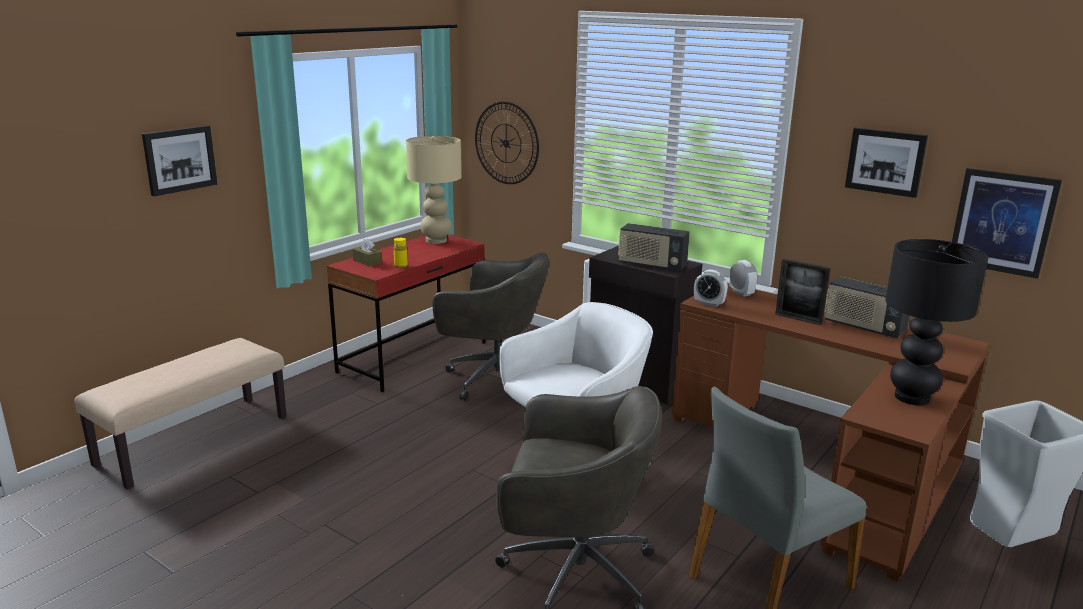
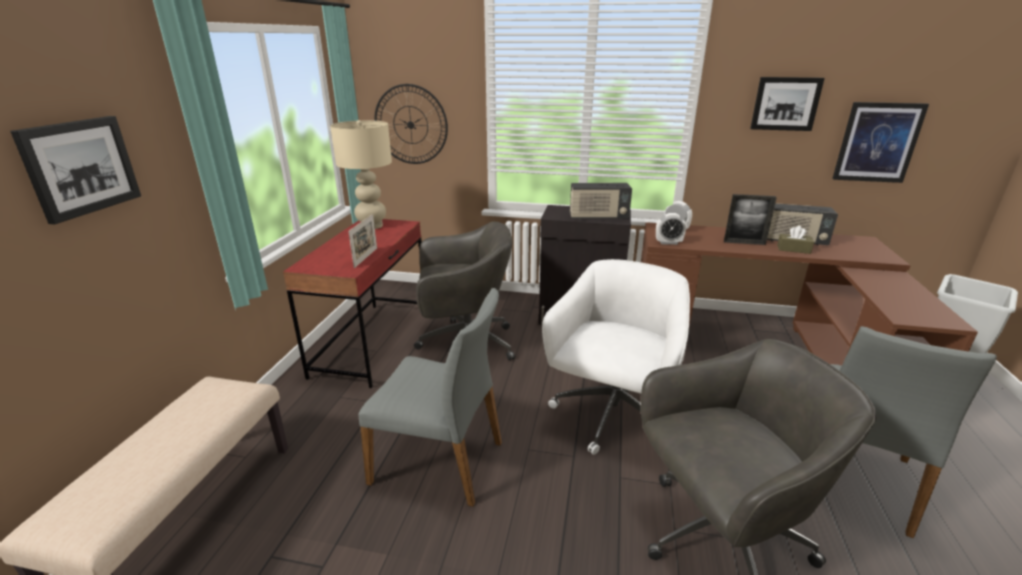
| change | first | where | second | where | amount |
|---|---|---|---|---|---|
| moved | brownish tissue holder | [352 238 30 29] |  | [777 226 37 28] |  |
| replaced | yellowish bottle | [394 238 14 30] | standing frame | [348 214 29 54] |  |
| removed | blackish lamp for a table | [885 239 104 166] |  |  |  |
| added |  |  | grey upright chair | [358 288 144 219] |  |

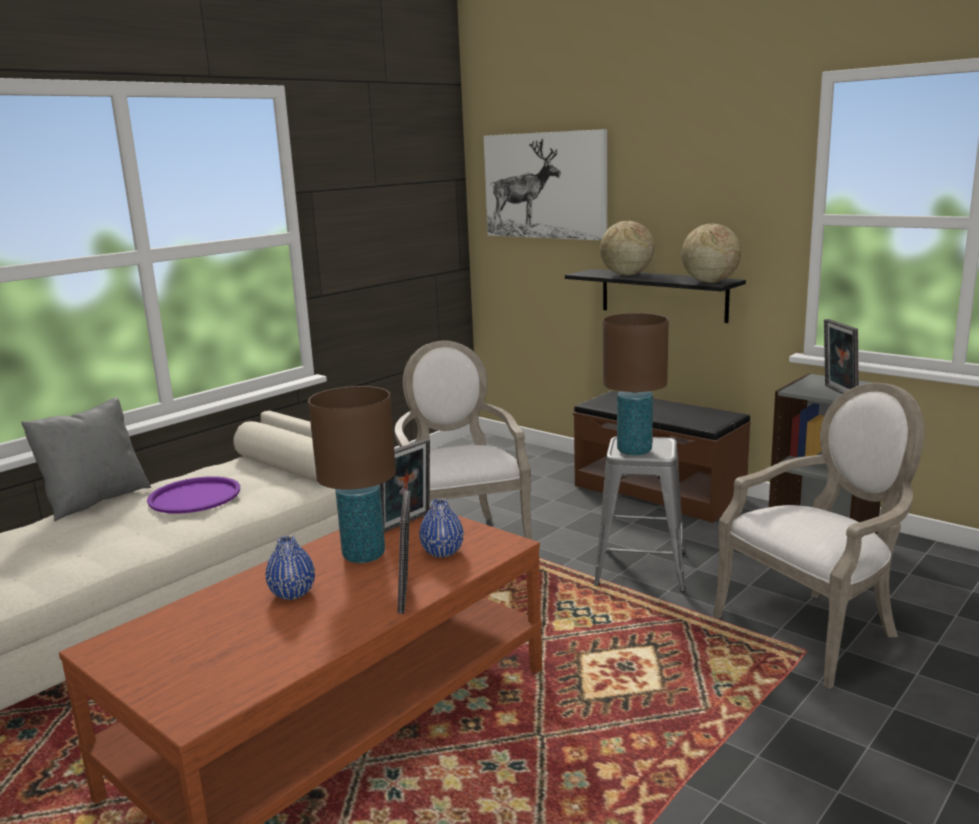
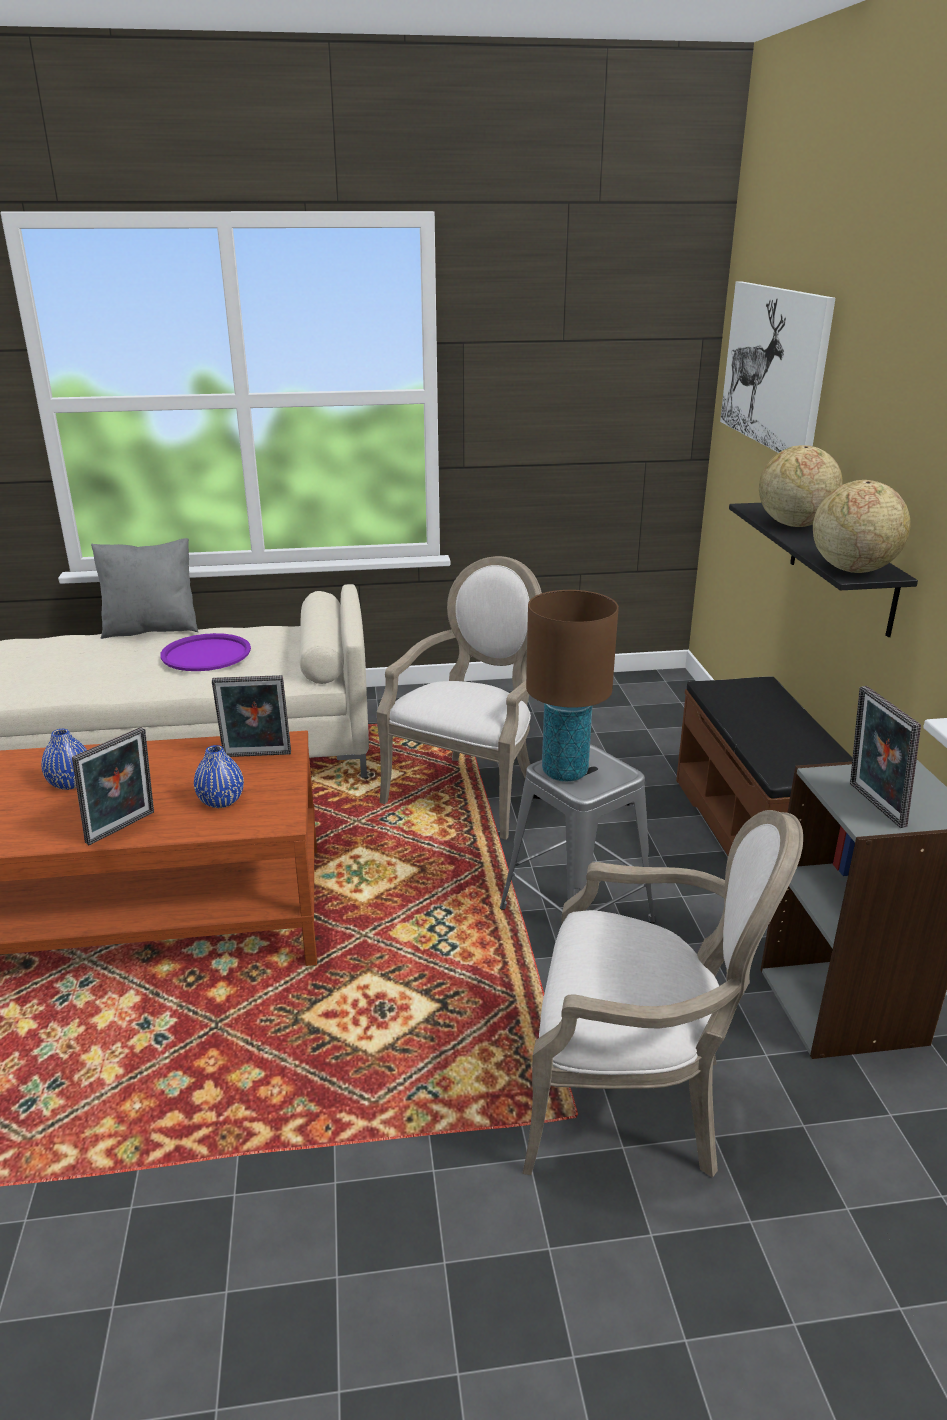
| change | first | where | second | where | amount |
|---|---|---|---|---|---|
| turned | standing frame | [824 319 35 75] |  | [850 686 71 142] | 45 degrees counterclockwise |
| removed | brownish lamp for a table | [308 386 88 177] |  |  |  |

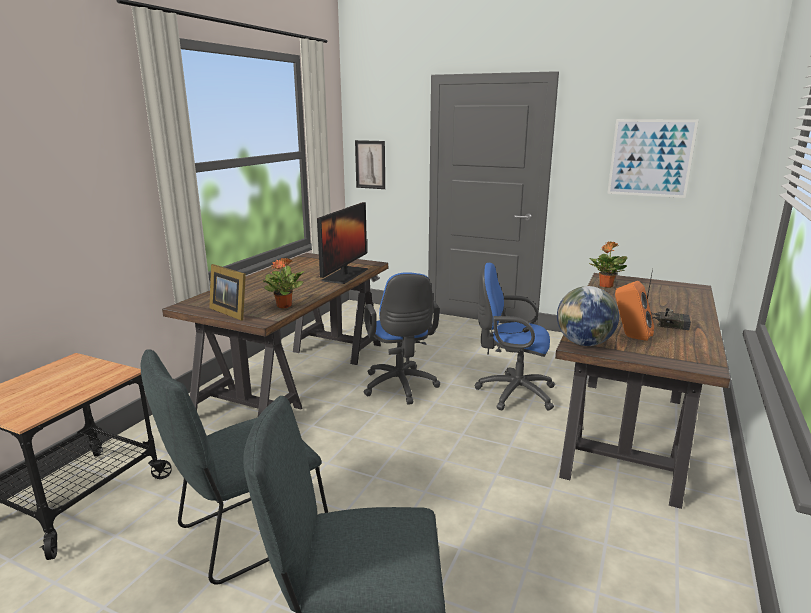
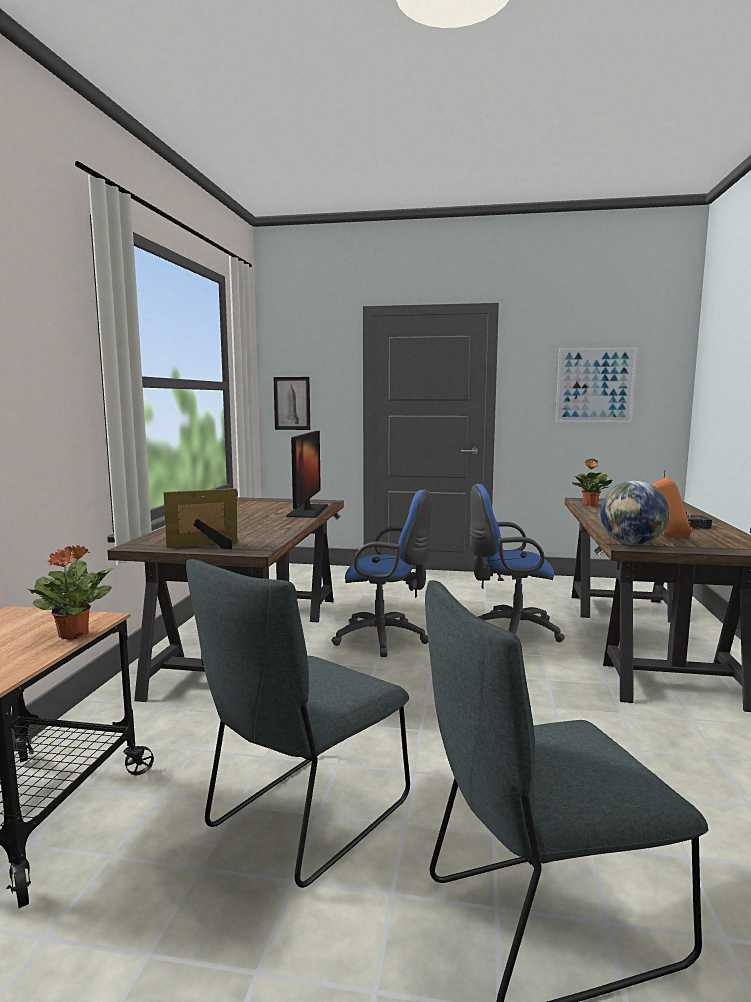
| change | first | where | second | where | amount |
|---|---|---|---|---|---|
| moved | plant in a pot | [262 258 42 50] |  | [27 545 85 95] |  |
| turned | standing frame | [209 264 37 57] |  | [164 488 73 61] | 135 degrees clockwise |
| turned | bluish desk chair | [364 272 76 133] |  | [331 490 101 167] | 45 degrees counterclockwise |

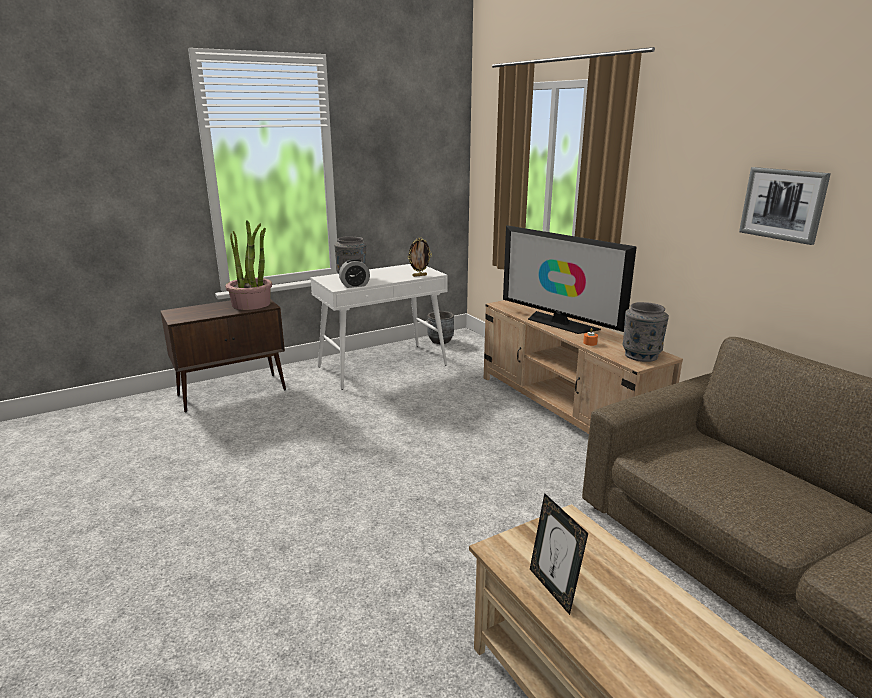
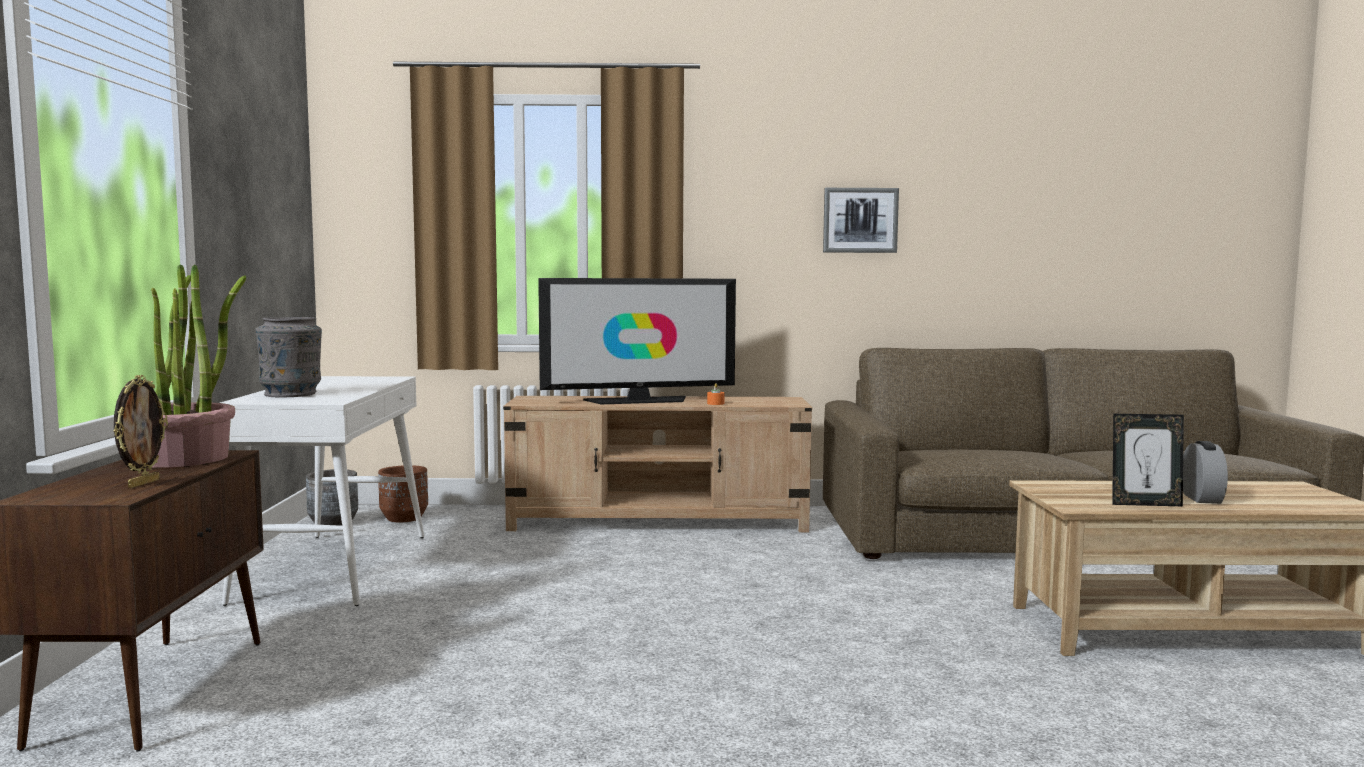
| change | first | where | second | where | amount |
|---|---|---|---|---|---|
| moved | standing frame | [408 237 24 40] |  | [114 375 54 113] |  |
| moved | table clock | [339 259 31 29] |  | [1183 441 45 63] |  |
| removed | grey decorative vase | [623 302 46 60] |  |  |  |
| added |  |  | brownish planter | [378 465 50 57] |  |

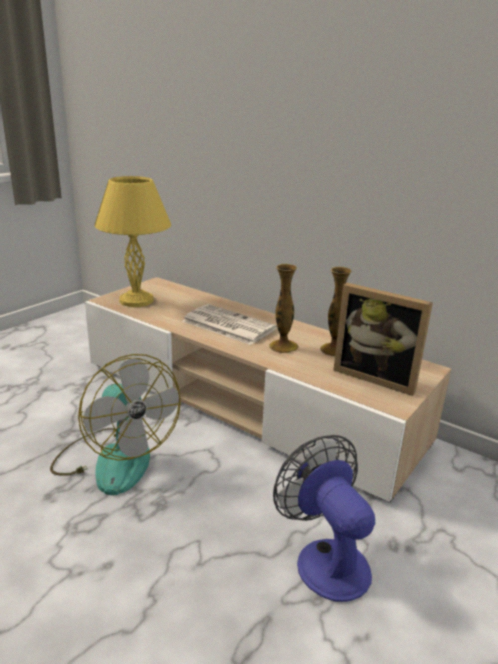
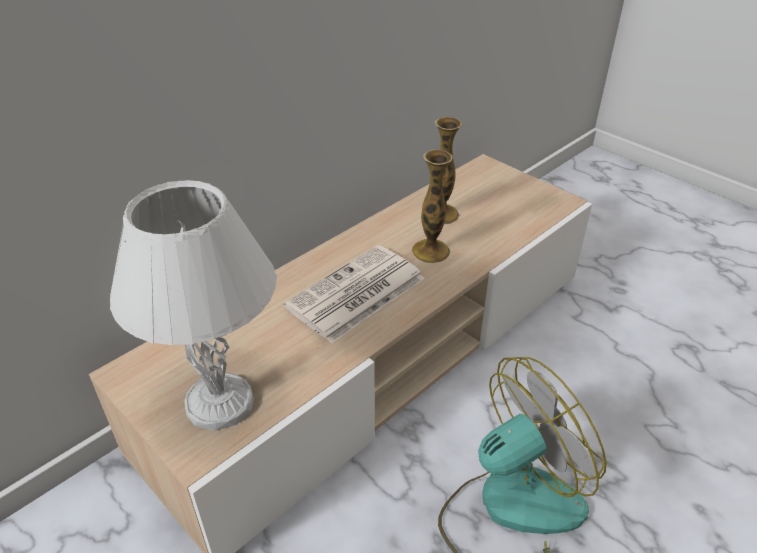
| change | first | where | second | where | amount |
|---|---|---|---|---|---|
| recoloured | yellowish lamp for a table | [94 176 77 131] | white-coloured lamp for a table | [110 180 167 251] |  |
| removed | standing frame | [334 283 99 113] |  |  |  |
| removed | electric fan | [273 435 102 167] |  |  |  |

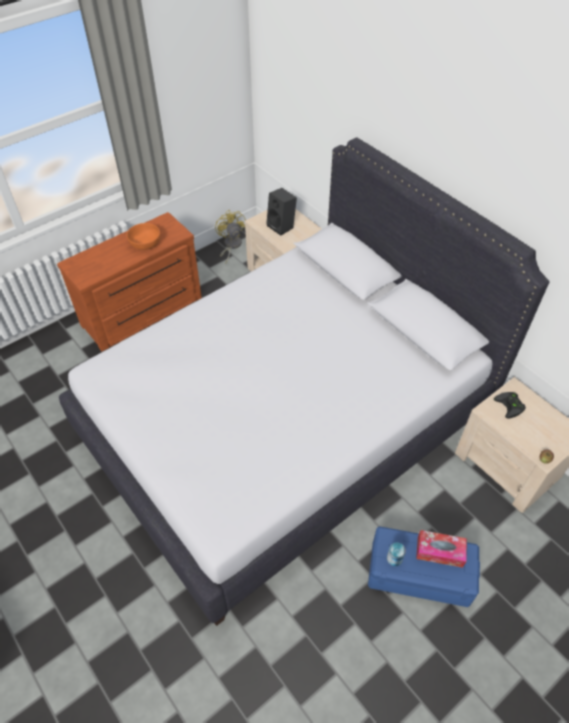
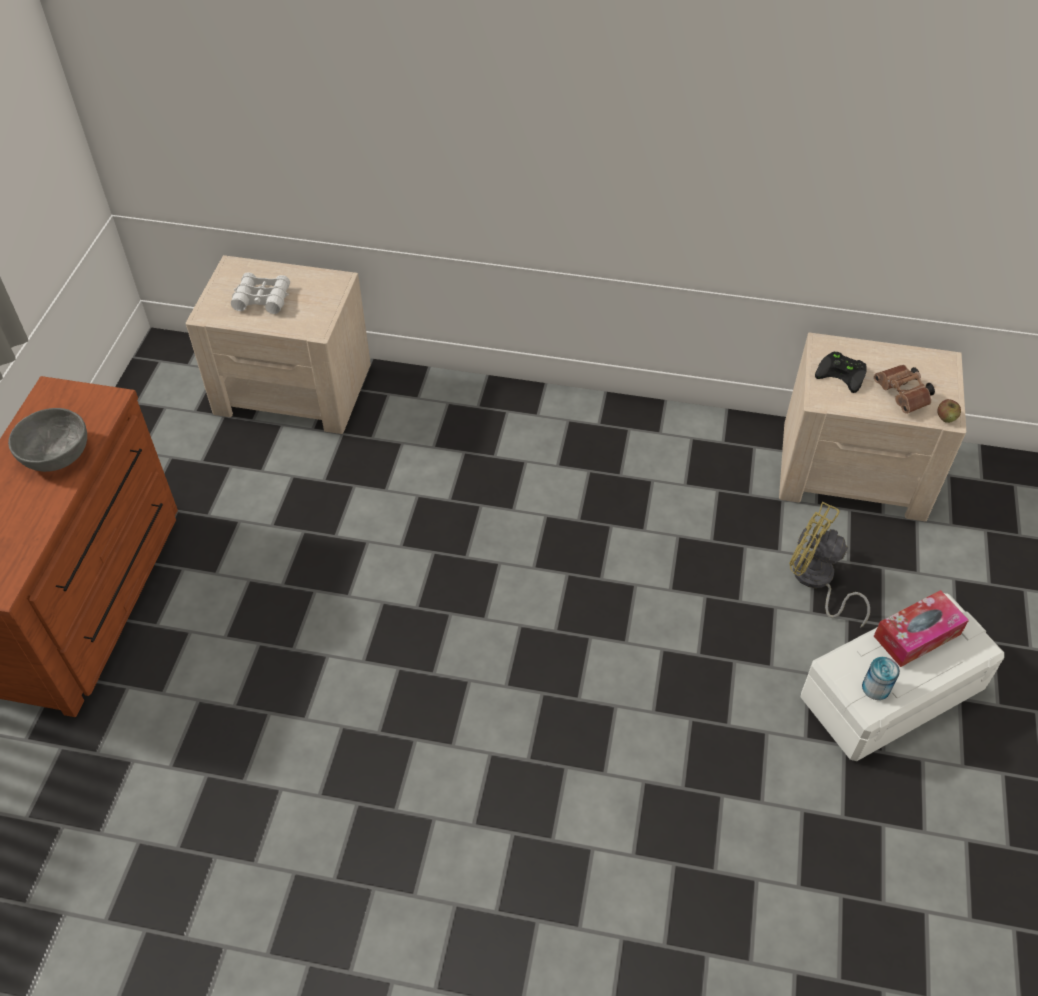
| change | first | where | second | where | amount |
|---|---|---|---|---|---|
| removed | white-coloured bed | [59 137 490 489] |  |  |  |
| replaced | blackish audio speaker | [266 188 31 47] | white-coloured field glasses | [231 272 59 42] |  |
| moved | yellowish electric fan | [215 210 31 54] |  | [789 502 81 126] |  |
| recoloured | orange deep dish | [126 223 34 27] | grey deep dish | [8 408 79 64] |  |
| recoloured | bluish storage box | [368 526 112 81] | white-coloured storage box | [801 593 203 168] |  |
| added |  |  | brownish field glasses | [874 365 61 49] |  |

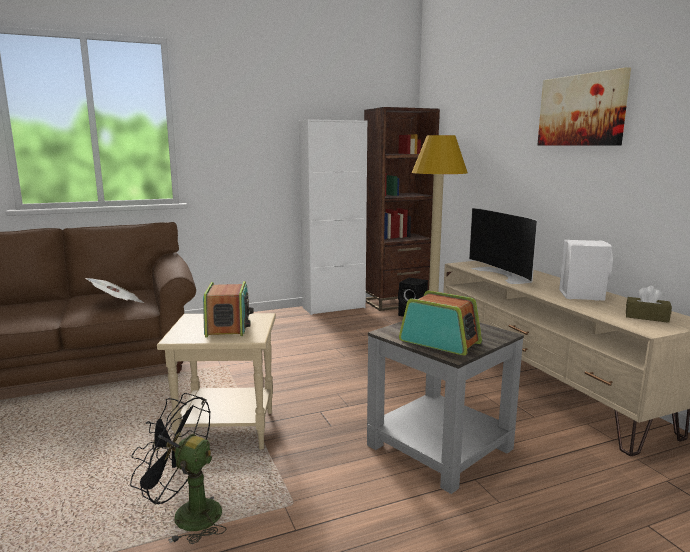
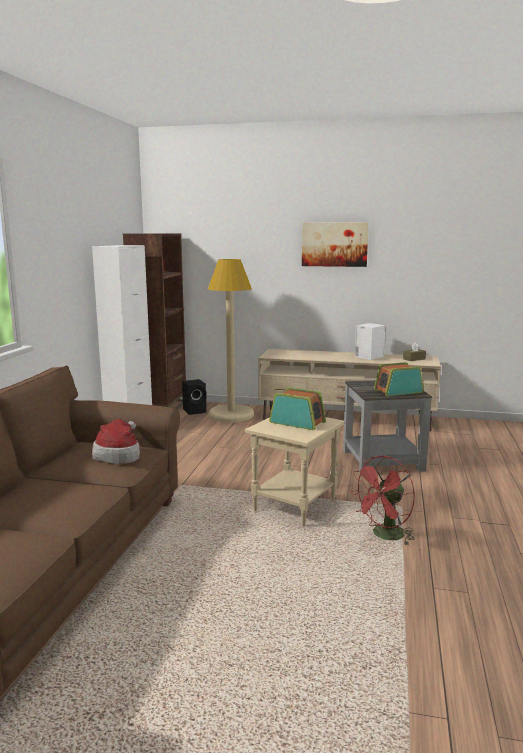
| change | first | where | second | where | amount |
|---|---|---|---|---|---|
| removed | TV set | [469 208 69 76] |  |  |  |
| replaced | newspaper | [85 278 59 25] | clothing hat | [92 419 48 45] |  |
| recoloured | blackish electric fan | [130 393 97 151] | red-coloured electric fan | [350 456 65 89] |  |

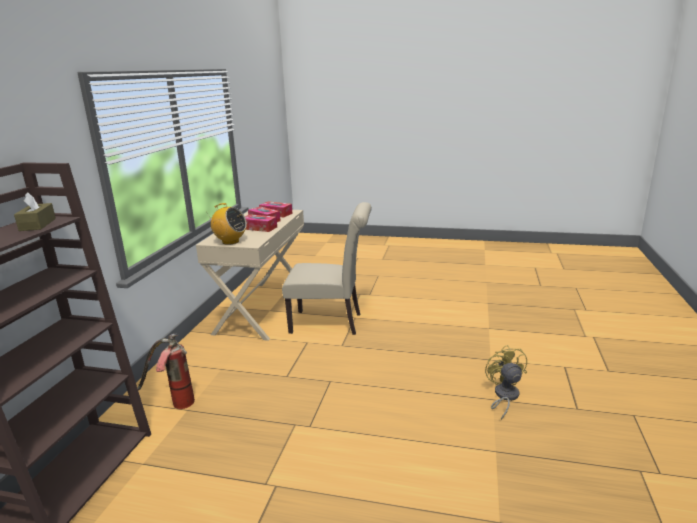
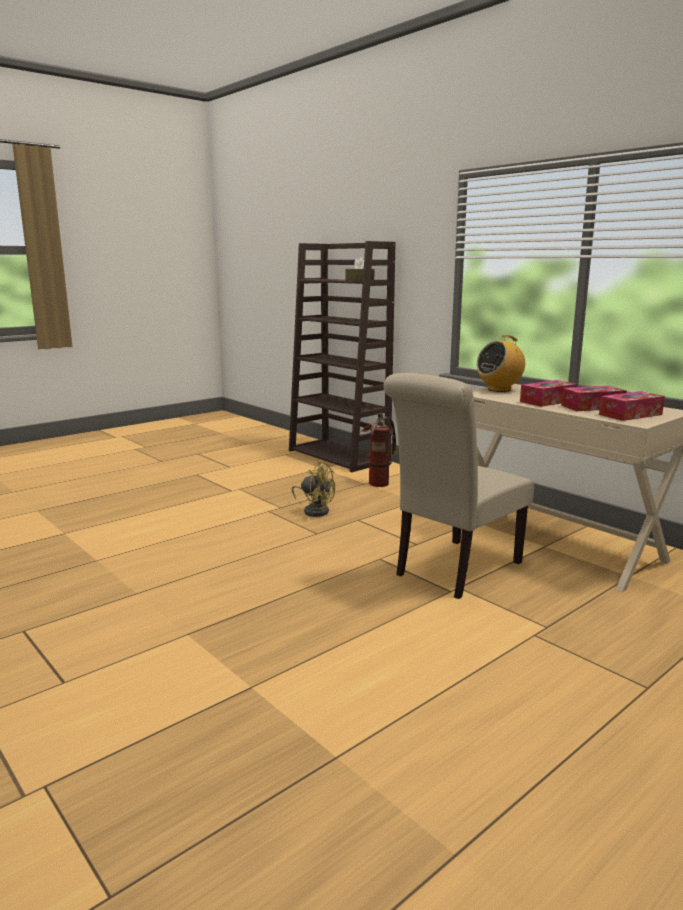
| change | first | where | second | where | amount |
|---|---|---|---|---|---|
| moved | yellowish electric fan | [485 345 42 75] |  | [292 461 43 56] |  |

